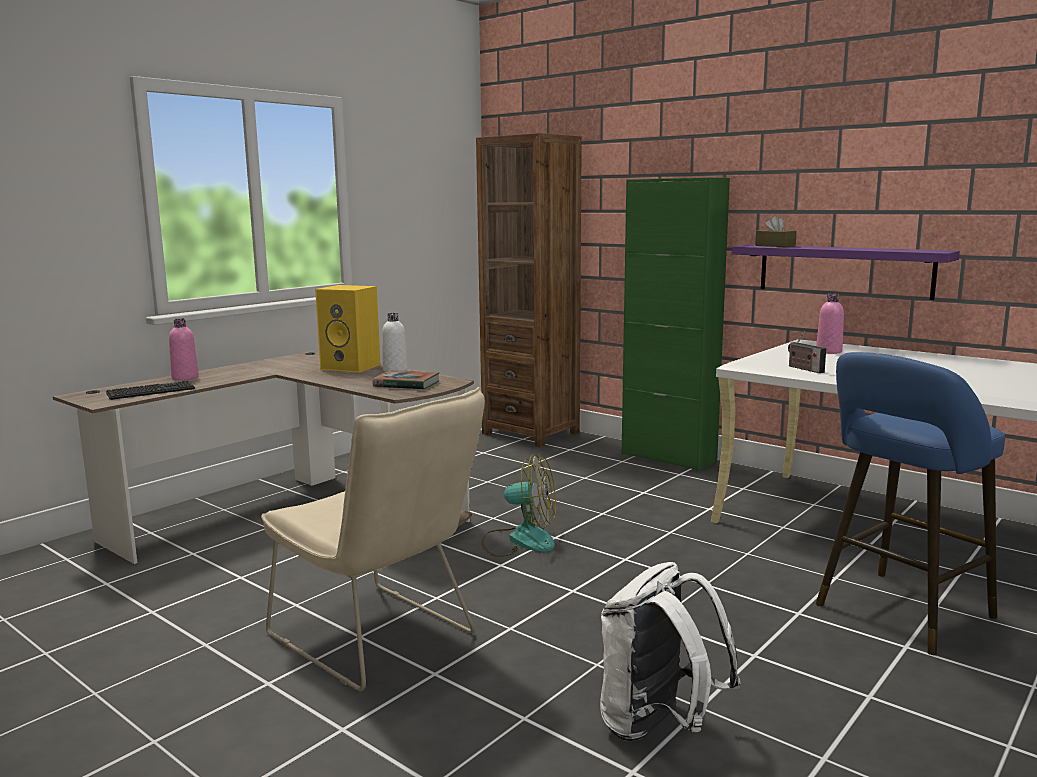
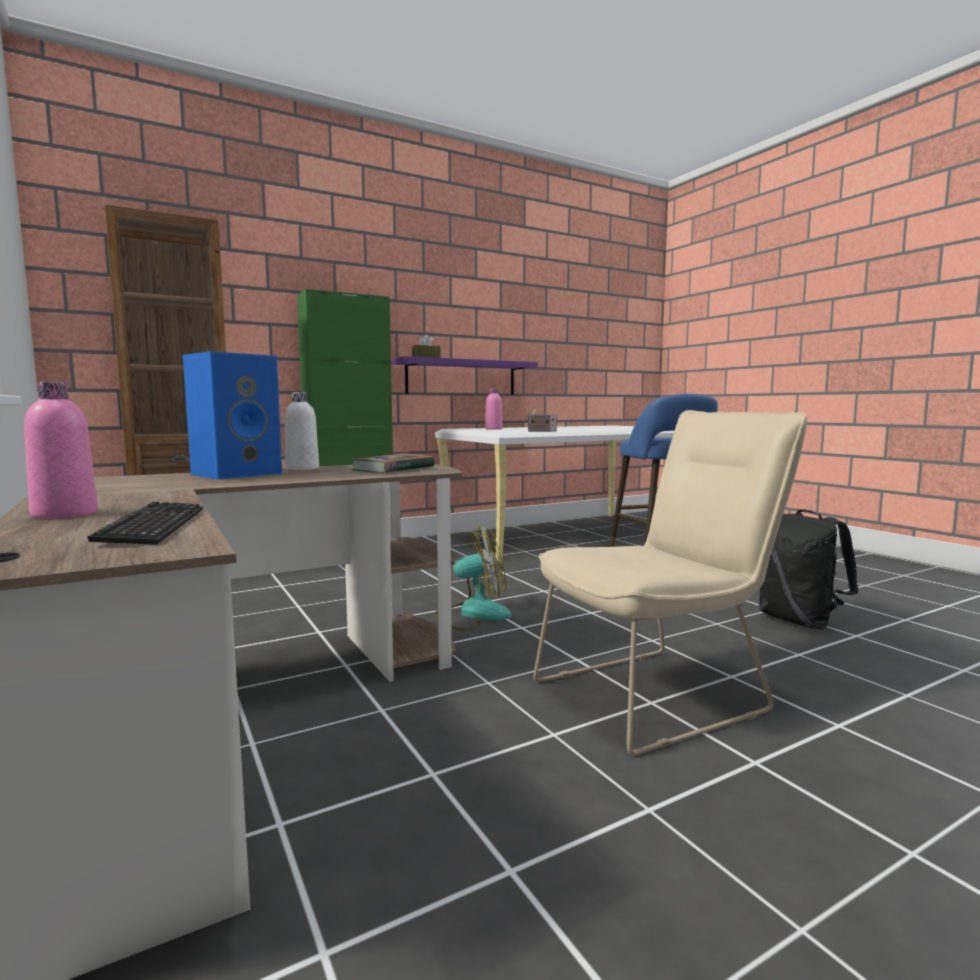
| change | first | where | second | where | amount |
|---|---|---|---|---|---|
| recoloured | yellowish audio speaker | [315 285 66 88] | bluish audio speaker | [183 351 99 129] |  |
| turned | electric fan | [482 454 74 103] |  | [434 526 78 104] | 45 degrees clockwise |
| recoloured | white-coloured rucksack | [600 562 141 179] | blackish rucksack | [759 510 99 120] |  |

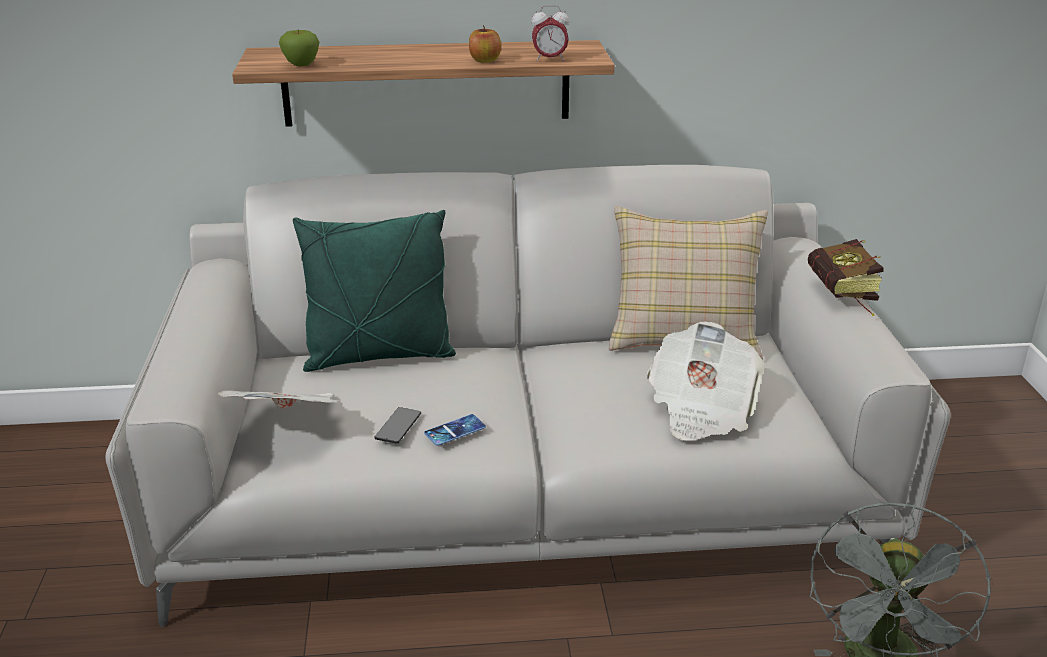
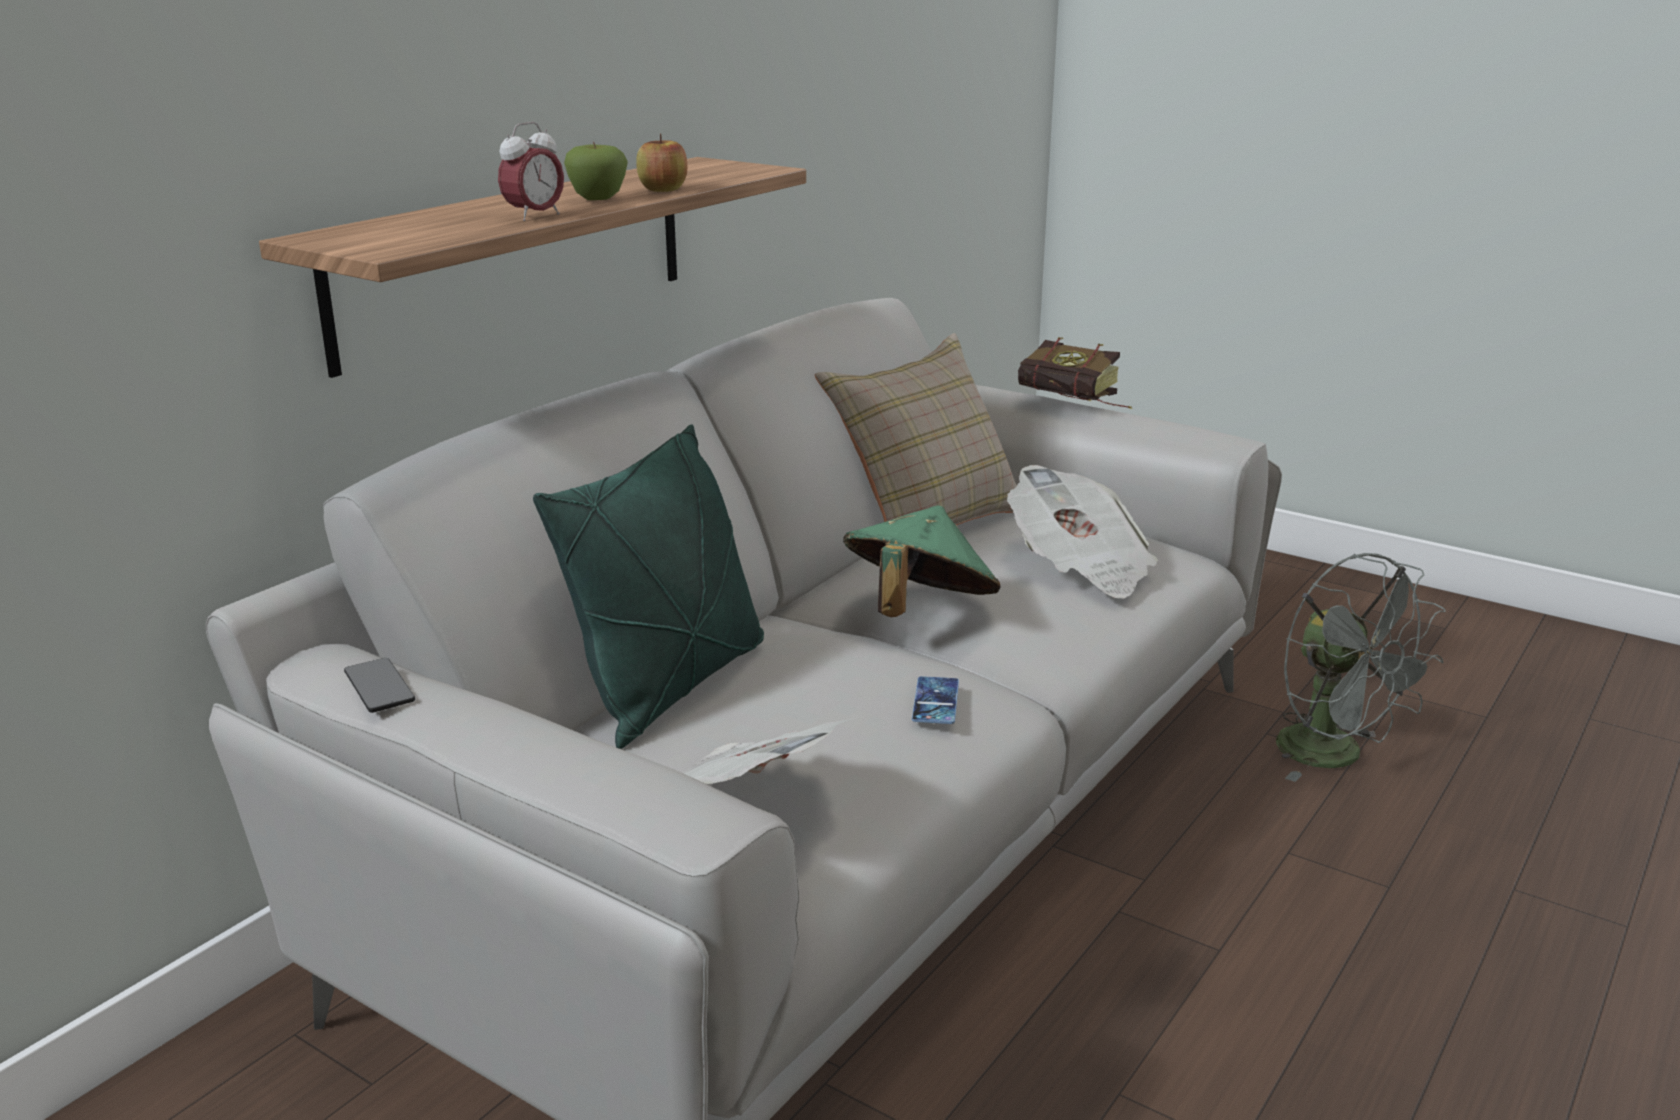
| change | first | where | second | where | amount |
|---|---|---|---|---|---|
| moved | table clock | [531 5 38 56] |  | [498 122 66 99] |  |
| moved | apple | [279 29 40 37] |  | [564 142 64 58] |  |
| moved | handset | [375 407 46 37] |  | [344 658 71 55] |  |
| added |  |  | green clothing hat | [843 506 157 111] |  |

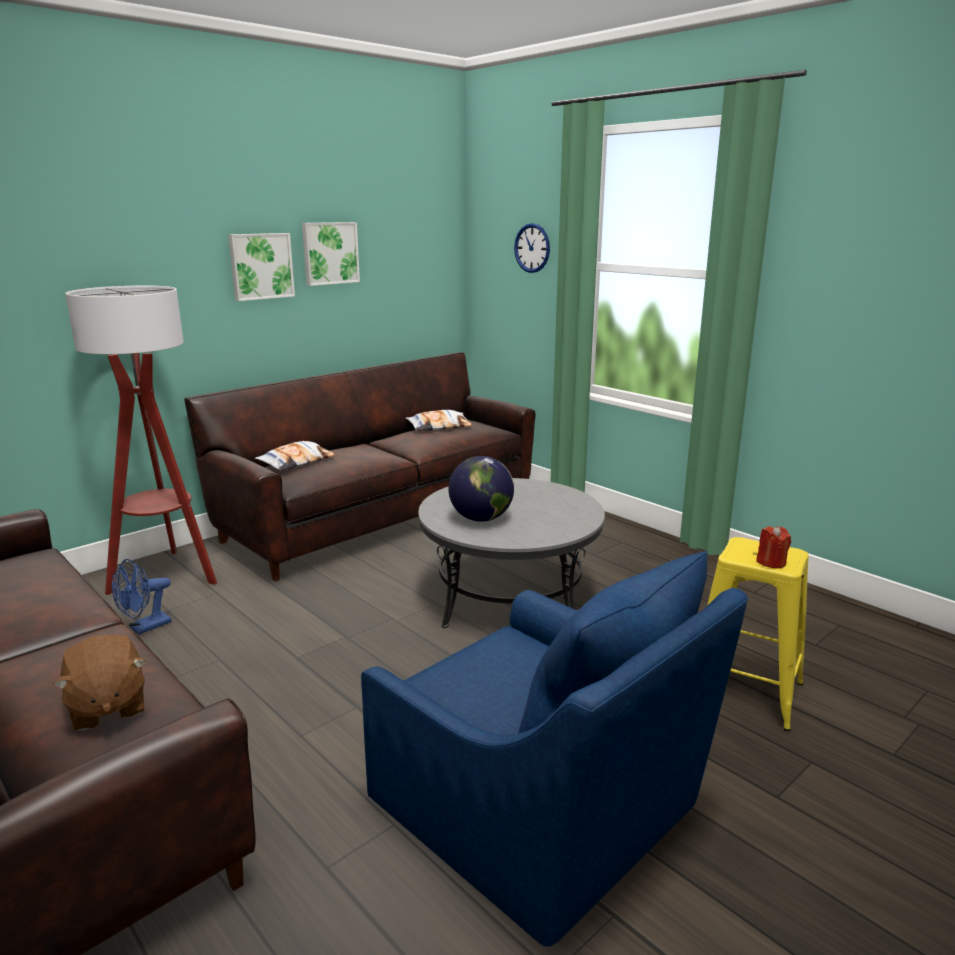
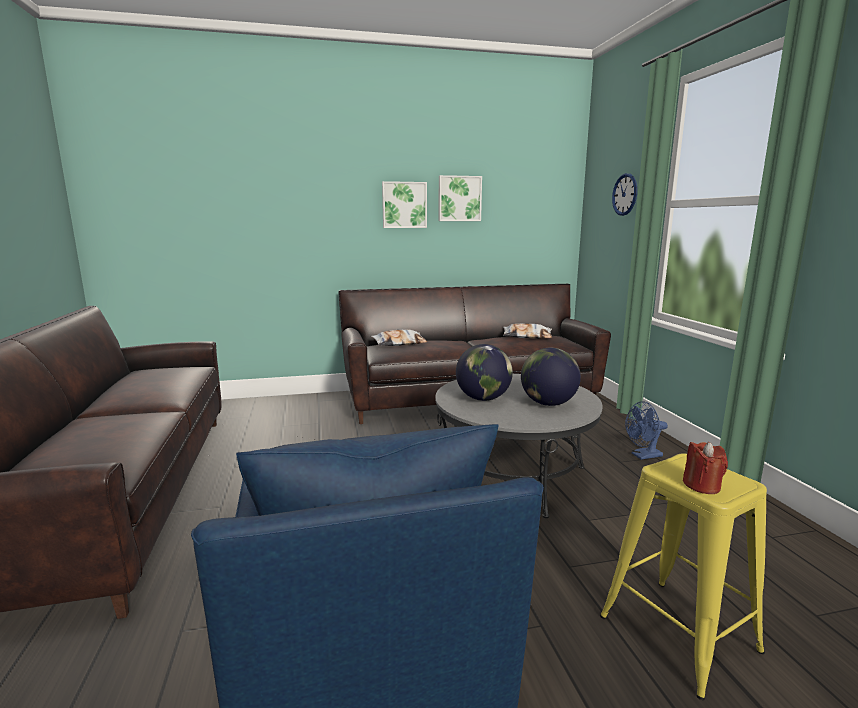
| change | first | where | second | where | amount |
|---|---|---|---|---|---|
| removed | standard lamp | [65 285 152 310] |  |  |  |
| moved | bluish electric fan | [112 559 60 76] |  | [625 401 43 59] |  |
| removed | brownish plush toy | [53 635 93 96] |  |  |  |
| added |  |  | desk globe | [521 348 60 58] |  |

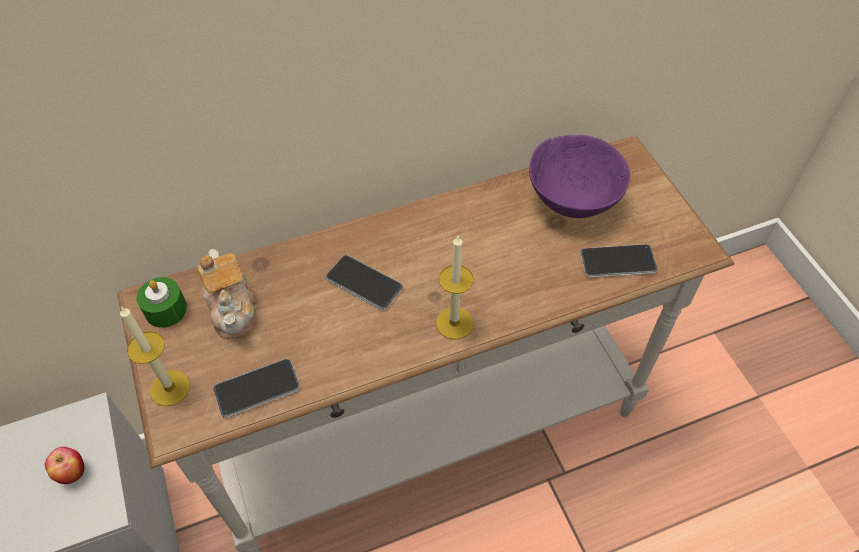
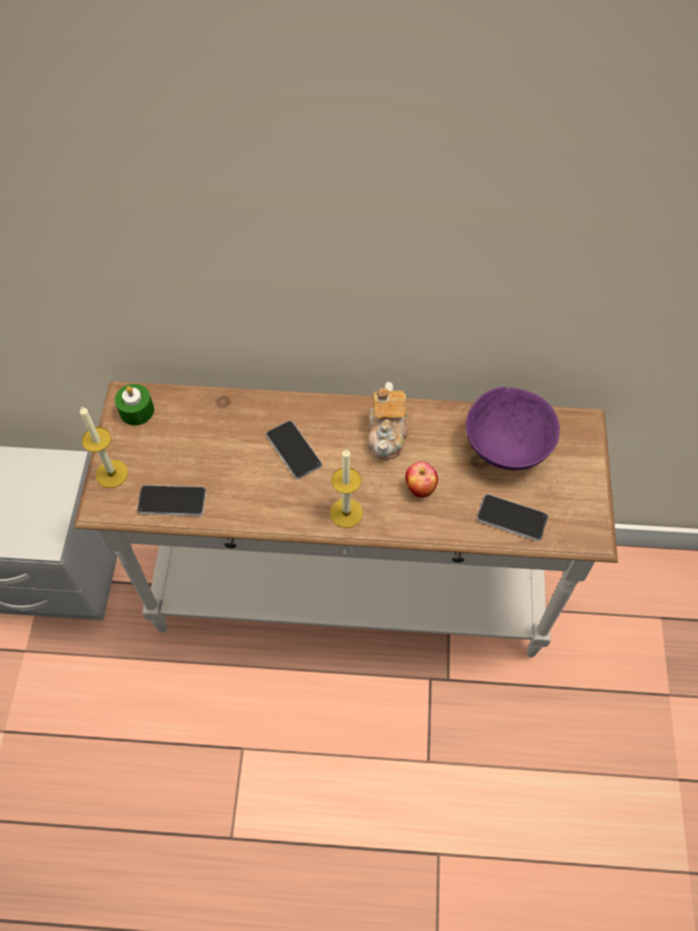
| change | first | where | second | where | amount |
|---|---|---|---|---|---|
| moved | pot for tea | [197 249 60 90] |  | [367 382 42 78] |  |
| moved | apple | [45 447 40 37] |  | [405 461 33 37] |  |

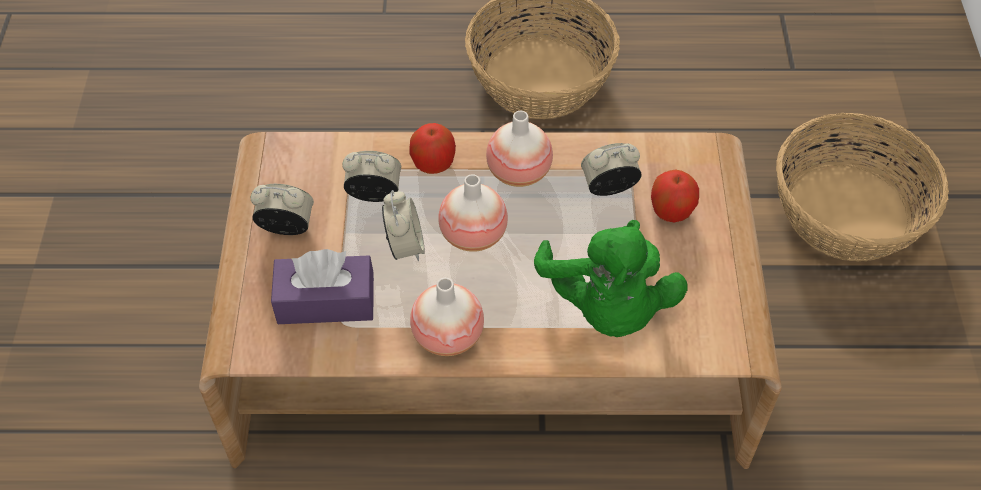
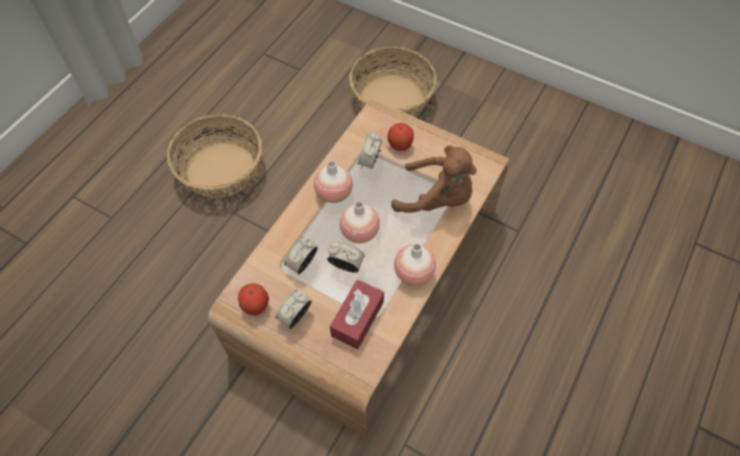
| change | first | where | second | where | amount |
|---|---|---|---|---|---|
| moved | apple | [409 123 47 51] |  | [238 283 31 33] |  |
| recoloured | green plush toy | [534 220 154 117] | brownish plush toy | [391 145 86 68] |  |
| recoloured | purplish tissue holder | [271 249 103 75] | red-coloured tissue holder | [330 280 54 69] |  |

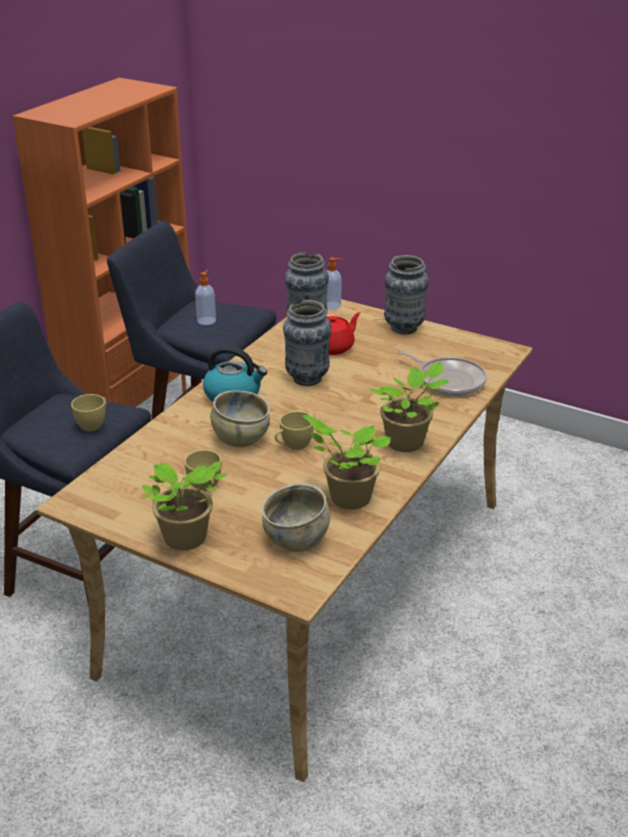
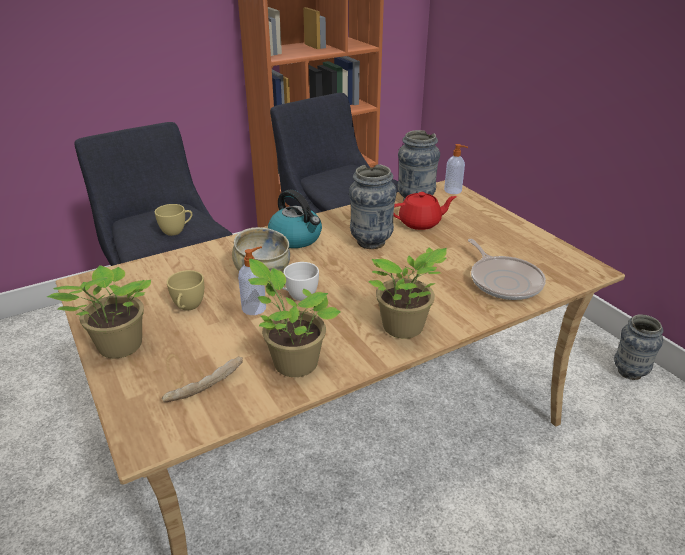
| change | first | where | second | where | amount |
|---|---|---|---|---|---|
| moved | decorative vase | [384 255 45 79] |  | [614 314 50 66] |  |
| moved | soap bottle | [195 269 21 56] |  | [238 246 28 69] |  |
| recoloured | yellowish cup | [275 411 39 39] | white-coloured cup | [282 262 37 39] |  |
| replaced | beige-coloured deep dish | [262 484 68 68] | bakery bread | [162 356 81 46] |  |

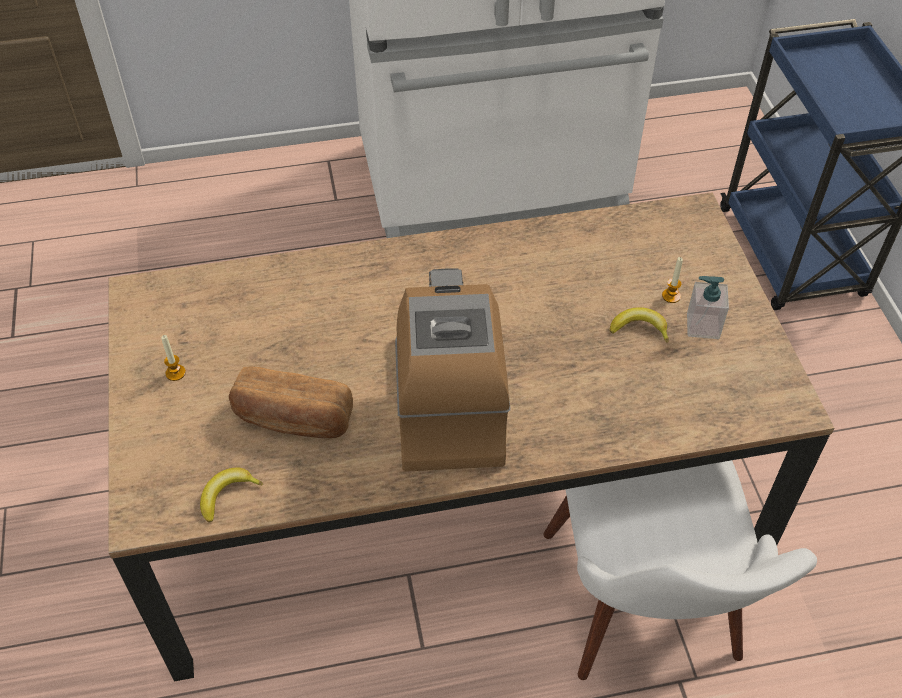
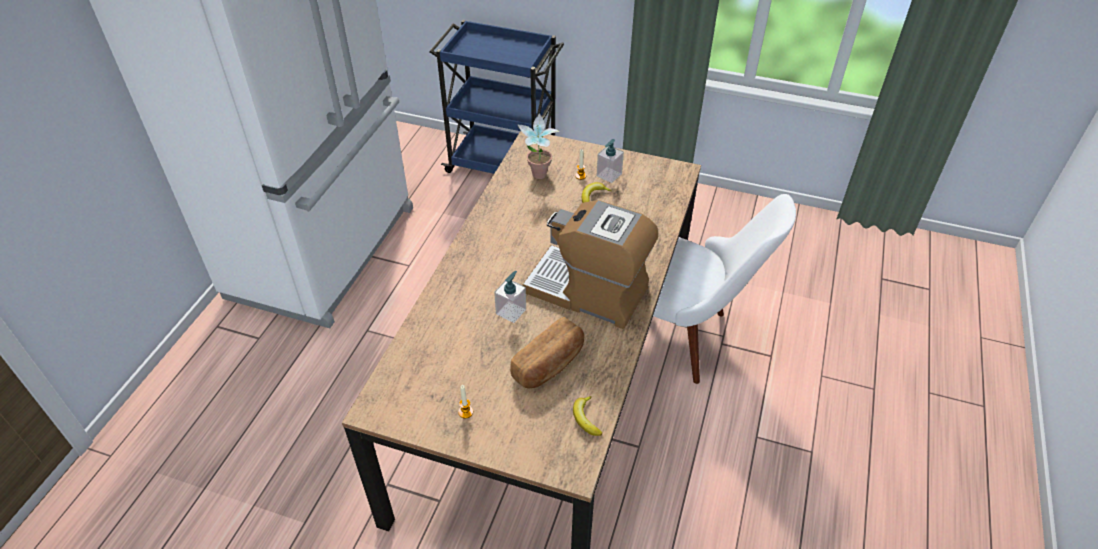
| change | first | where | second | where | amount |
|---|---|---|---|---|---|
| added |  |  | plant in a pot | [517 114 43 65] |  |
| added |  |  | soap bottle | [494 271 32 52] |  |

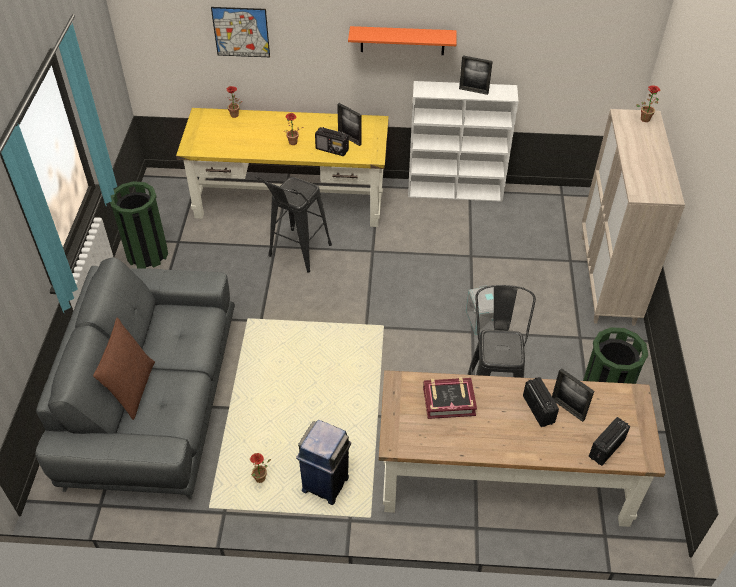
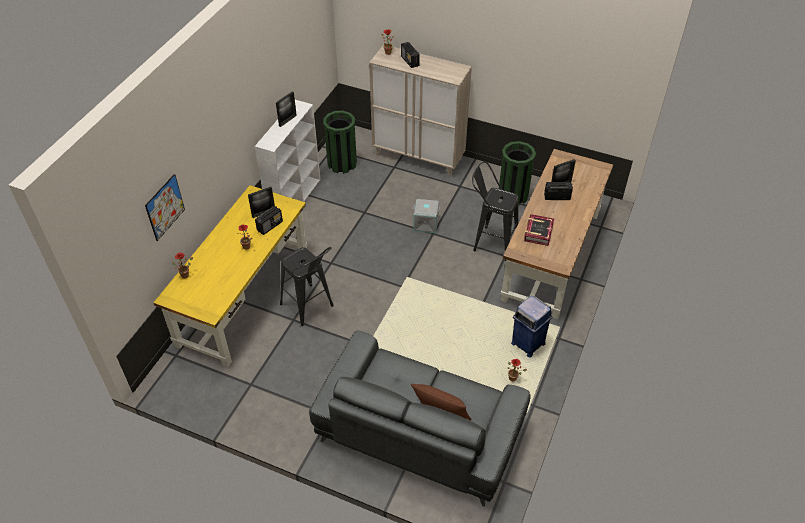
| change | first | where | second | where | amount |
|---|---|---|---|---|---|
| removed | orange bracket shelf | [348 26 109 29] |  |  |  |
| moved | green rubbish bin | [110 181 58 88] |  | [323 111 34 63] |  |
| moved | radio set | [589 417 41 49] |  | [401 42 19 26] |  |

